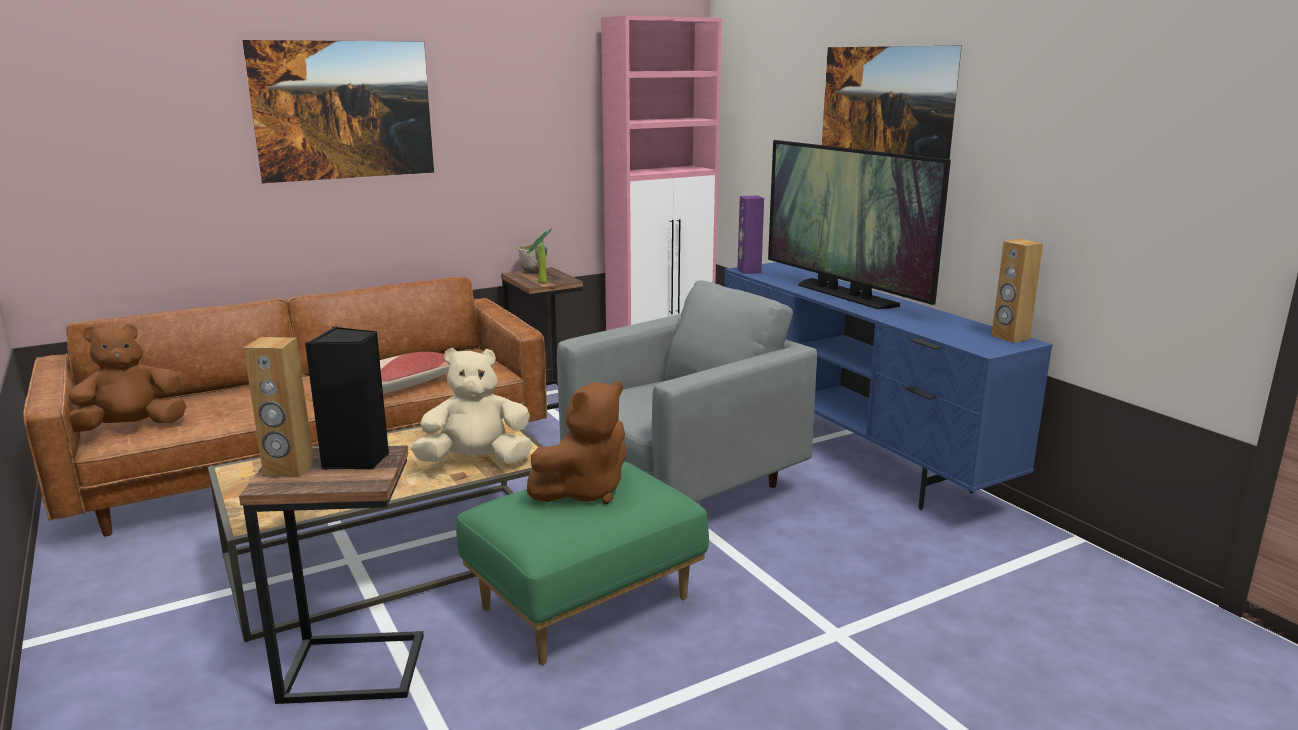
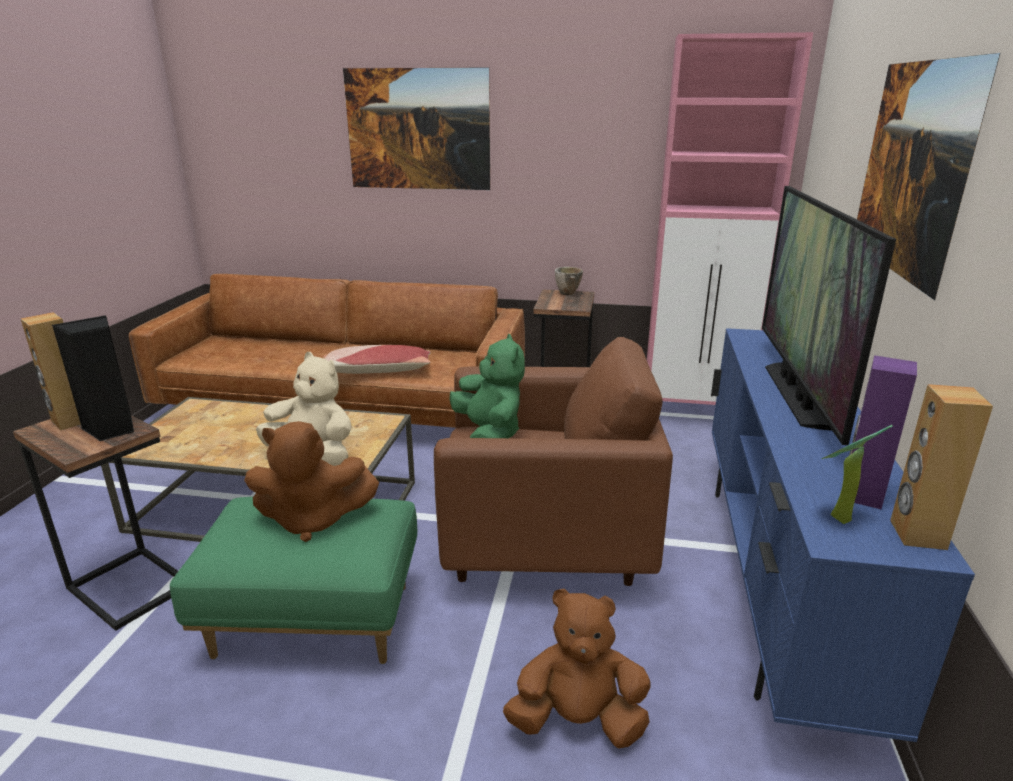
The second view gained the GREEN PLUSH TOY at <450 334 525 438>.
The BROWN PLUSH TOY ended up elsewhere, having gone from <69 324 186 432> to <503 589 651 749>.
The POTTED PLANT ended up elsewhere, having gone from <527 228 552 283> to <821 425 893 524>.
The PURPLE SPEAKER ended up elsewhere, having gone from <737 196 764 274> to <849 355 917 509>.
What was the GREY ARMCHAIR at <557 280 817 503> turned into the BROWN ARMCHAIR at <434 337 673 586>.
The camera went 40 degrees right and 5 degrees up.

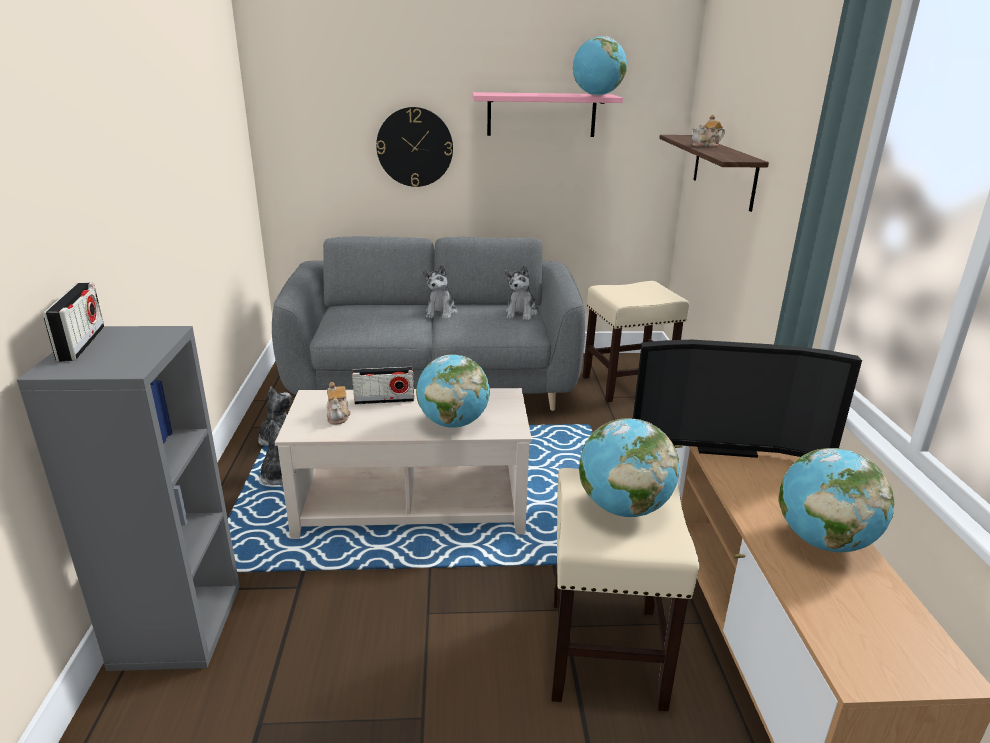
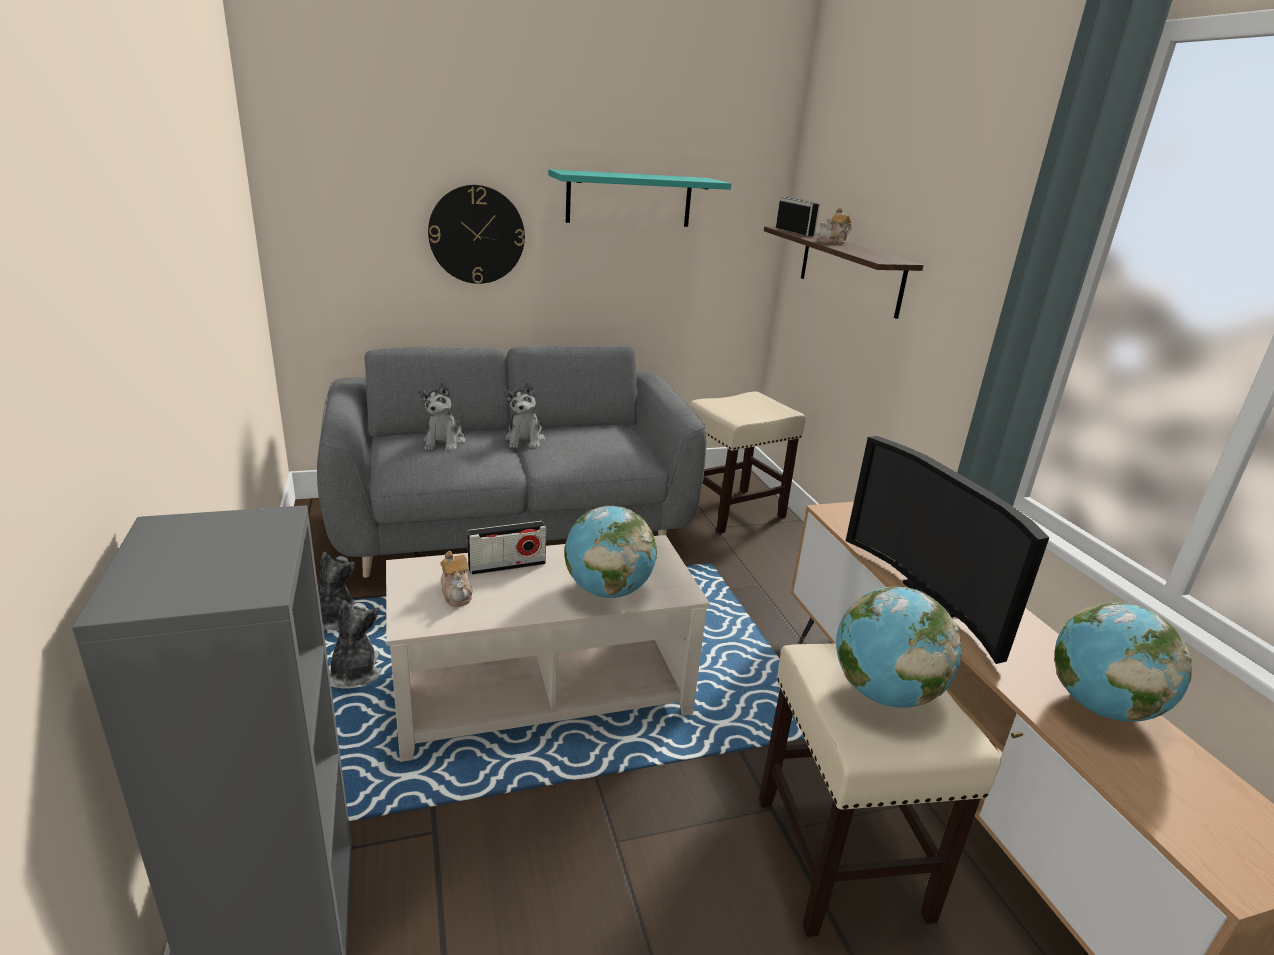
The second view lost the GLOBE at <573 36 627 96>.
The RADIO ended up elsewhere, having gone from <43 283 104 362> to <776 197 820 236>.
The PLUSH TOY ended up elsewhere, having gone from <505 265 538 320> to <418 382 465 451>.
What was the PINK SHELF at <472 92 623 137> turned into the TURQUOISE SHELF at <548 169 731 227>.
The TELEVISION at <633 340 862 458> ended up facing another way, 75 degrees clockwise from before.
The camera went 15 degrees left and 0 degrees up.

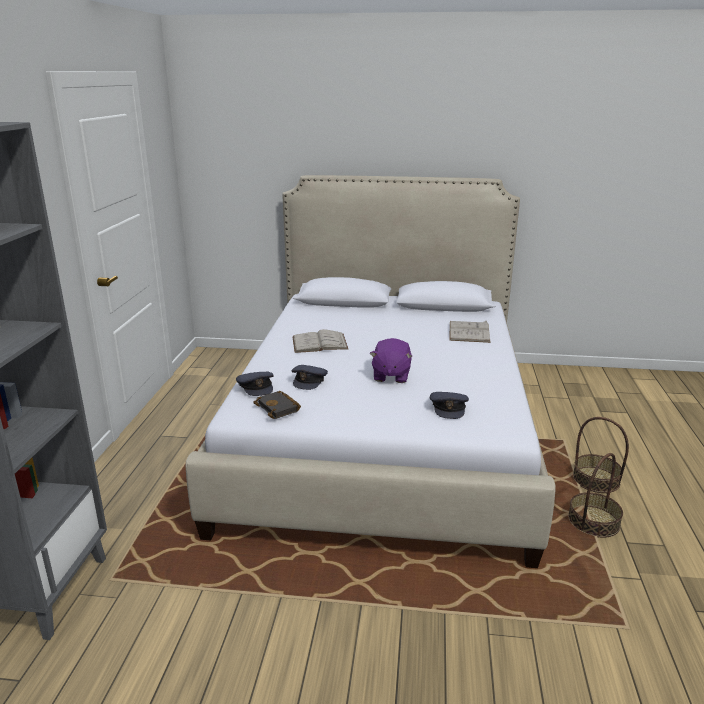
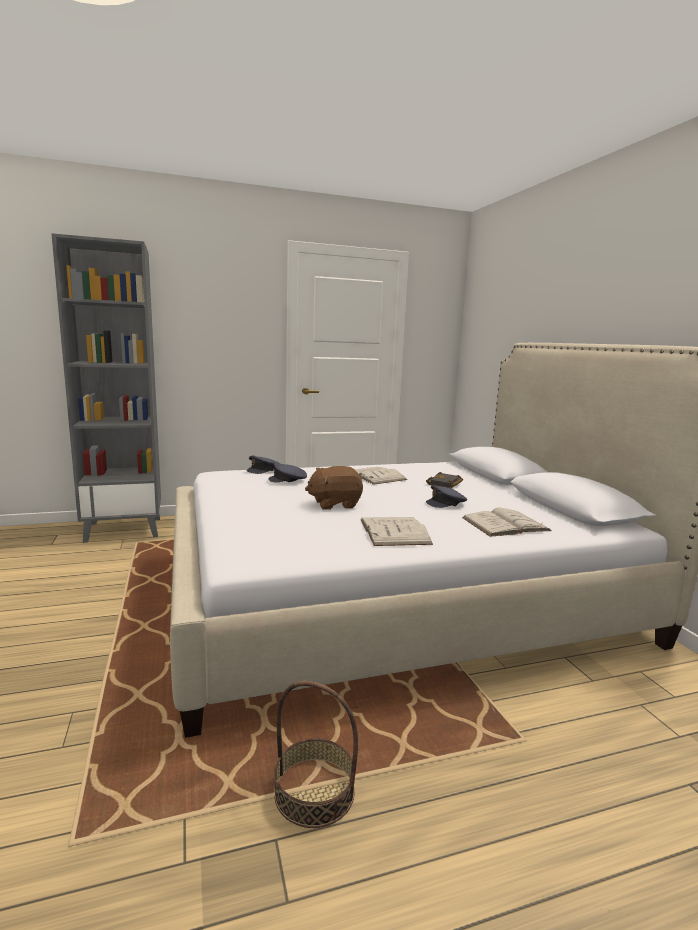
The second view lost the BASKET at <573 417 629 493>.
The second view gained the WHITE BOOK at <361 517 433 546>.
The BLACK BOOK ended up elsewhere, having gone from <253 391 301 419> to <426 472 463 488>.
The GREY CAP ended up elsewhere, having gone from <430 392 469 419> to <426 485 467 508>.
What was the PURPLE PLUSH TOY at <369 338 412 383> turned into the BROWN PLUSH TOY at <305 466 363 510>.
The camera went 65 degrees right and 10 degrees down.

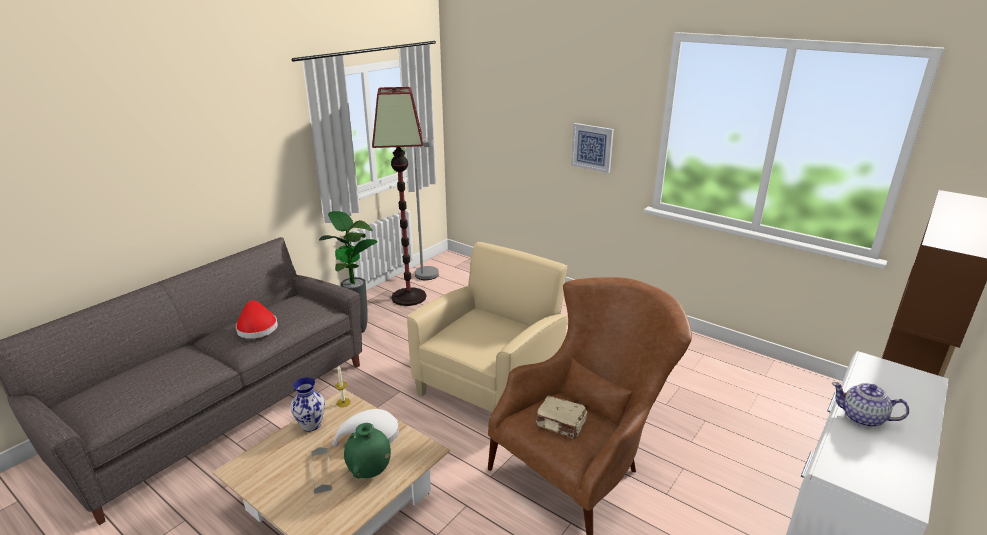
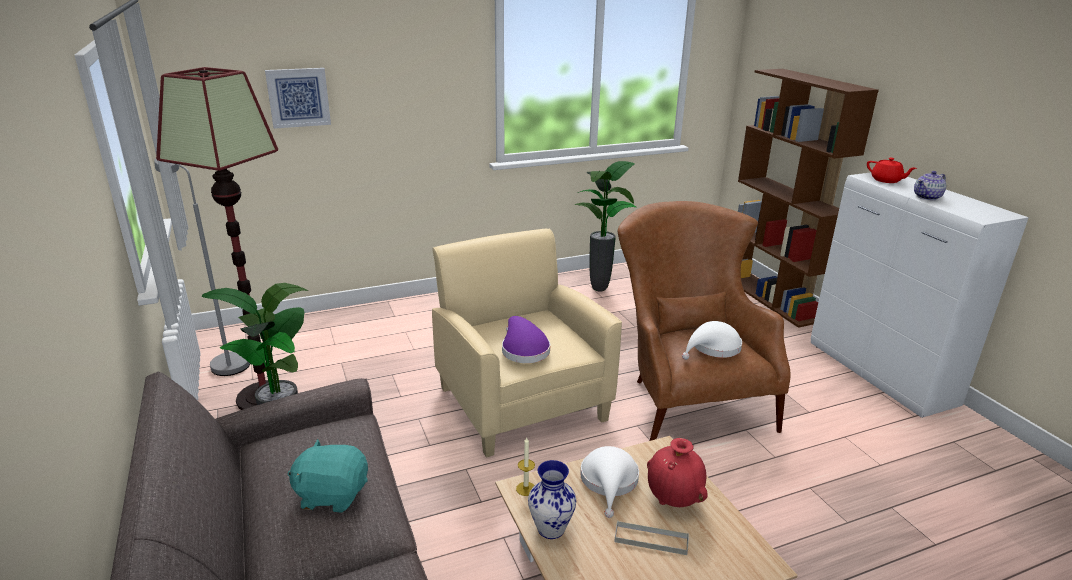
The second view gained the PURPLE HAT at <502 316 550 363>.
The second view gained the POTTED PLANT at <575 161 636 292>.
The second view gained the RED TEAPOT at <867 158 917 183>.
The PICTURE ended up elsewhere, having gone from <571 123 614 173> to <265 68 331 129>.
Where the RED HAT stood at <236 300 278 339>, the TURQUOISE PLUSH TOY came to stand at <287 439 368 513>.
Where the BEIGE BOOK stood at <535 396 587 439>, the WHITE HAT came to stand at <682 321 742 360>.
What was the GREEN VASE at <344 423 391 478> turned into the RED VASE at <647 438 708 507>.
The camera went 60 degrees left and 0 degrees up.

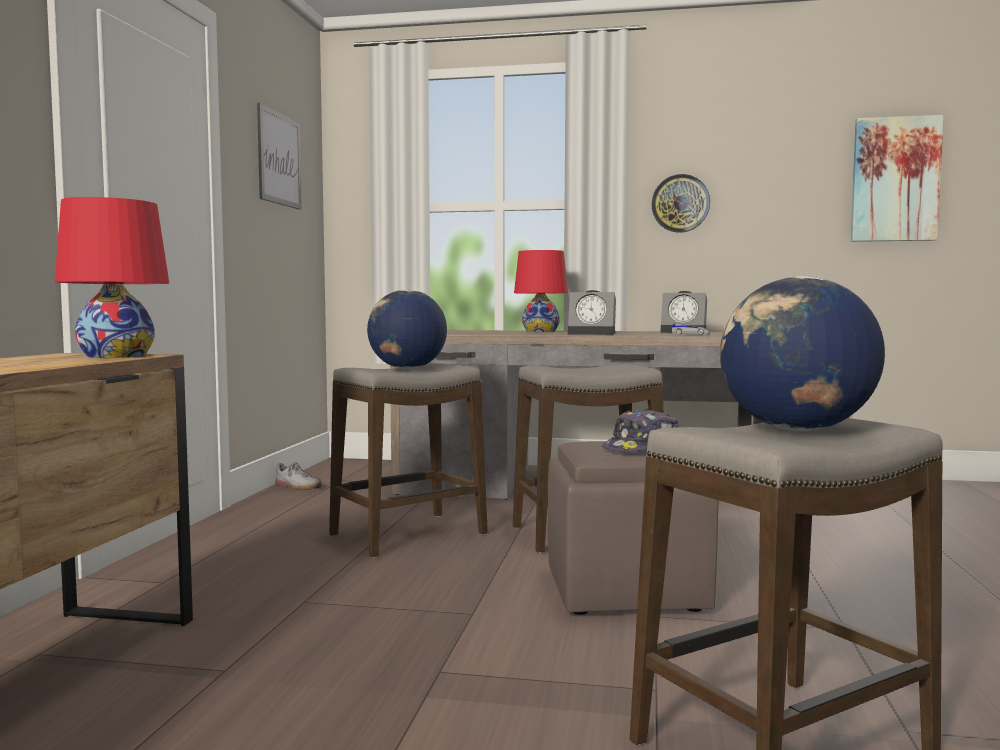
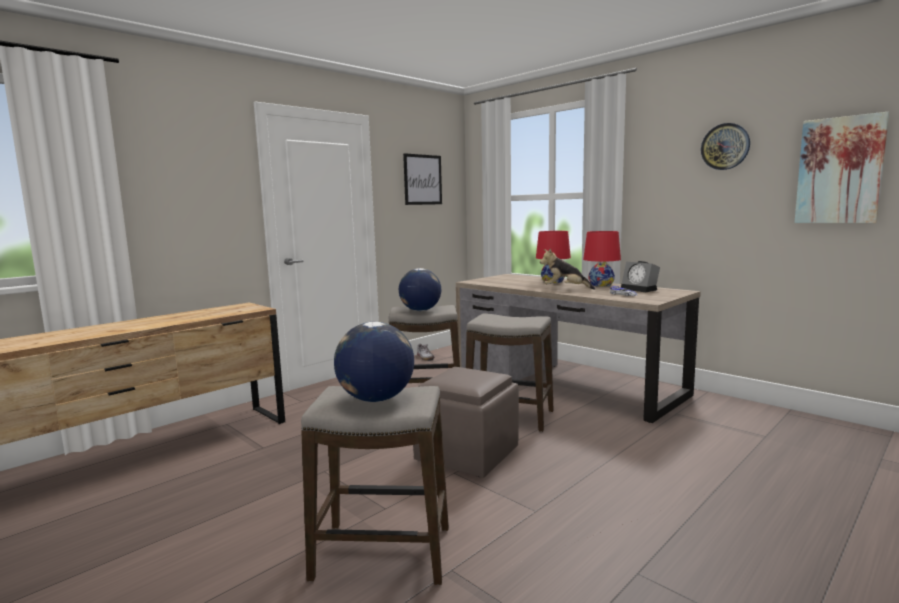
The second view lost the CAP at <602 409 678 452>.
The RED TABLE LAMP ended up elsewhere, having gone from <55 197 169 358> to <583 231 621 286>.
The WALL CLOCK ended up elsewhere, having gone from <652 174 710 233> to <701 123 750 170>.
Where the ALARM CLOCK stood at <568 290 616 335>, the PLUSH TOY came to stand at <540 249 595 290>.
The camera went 35 degrees right and 5 degrees up.

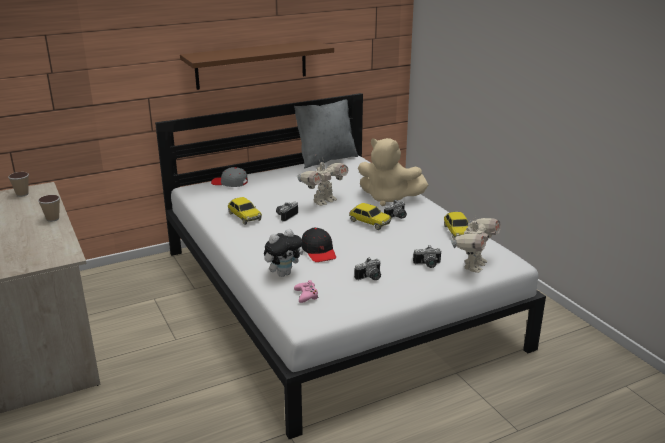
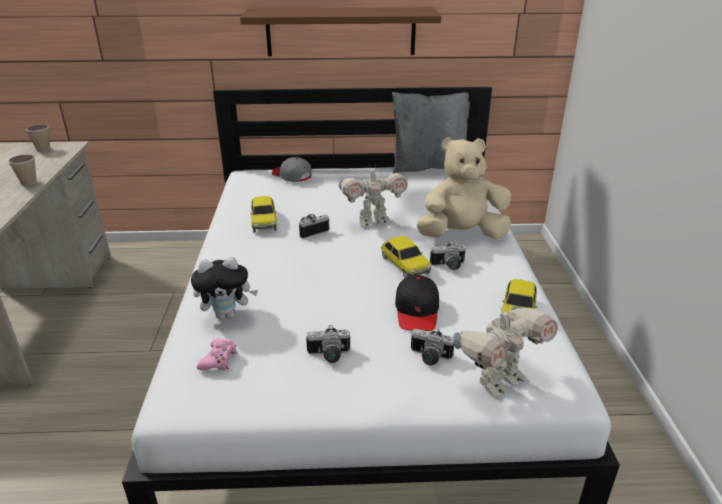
The BLACK CAP ended up elsewhere, having gone from <302 228 336 262> to <395 275 439 331>.
The BEIGE PLUSH TOY at <358 138 428 206> ended up facing another way, 120 degrees clockwise from before.
The camera went 25 degrees right and 5 degrees up.

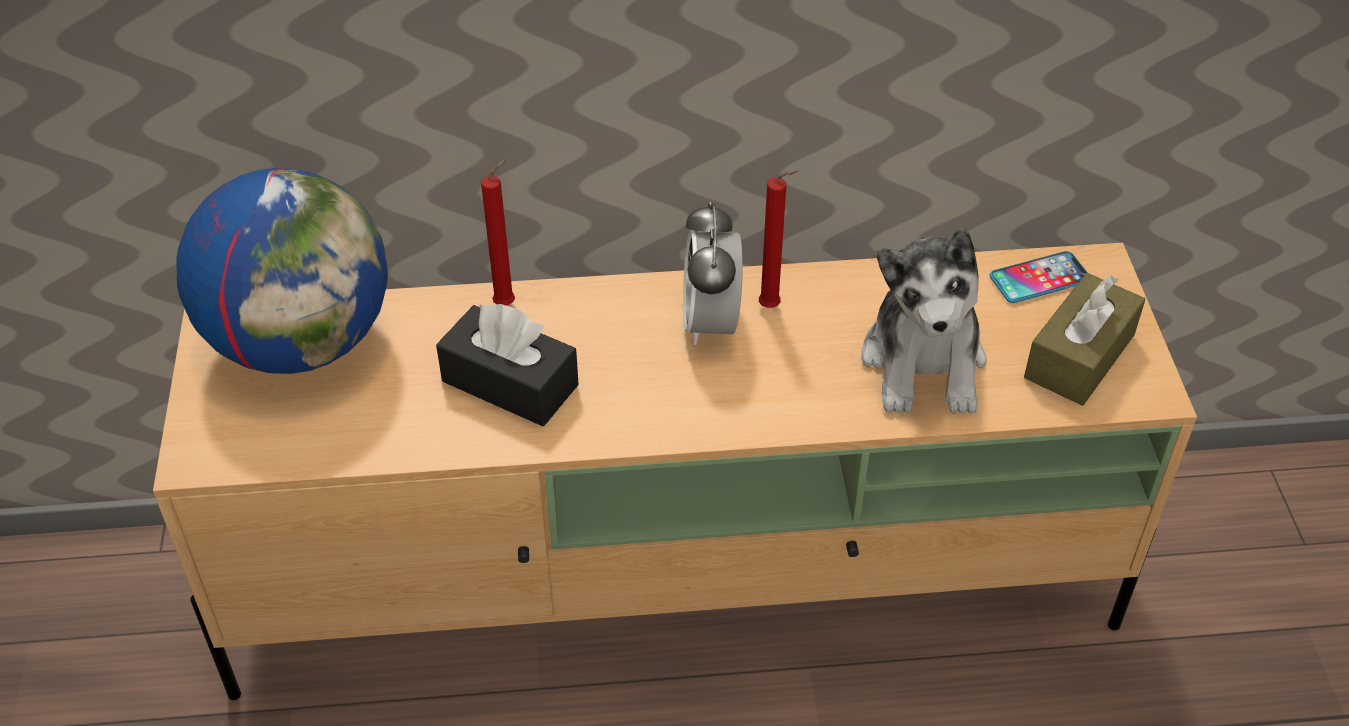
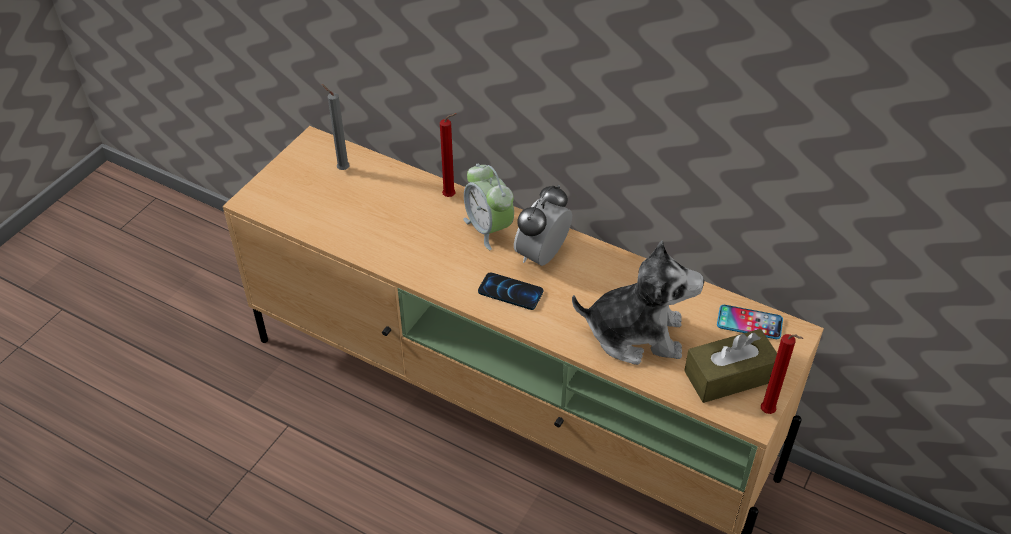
The second view lost the BLACK TISSUE BOX at <436 304 579 426>.
The second view gained the ALARM CLOCK at <463 163 514 250>.
The second view gained the PHONE at <478 273 543 310>.
The RED CANDLE ended up elsewhere, having gone from <759 170 798 308> to <761 334 803 414>.
Where the GLOBE stood at <176 168 388 374>, the GREY CANDLE came to stand at <322 84 350 170>.
The PLUSH TOY at <861 229 986 414> ended up facing another way, 120 degrees counterclockwise from before.
The camera went 35 degrees right and 0 degrees up.

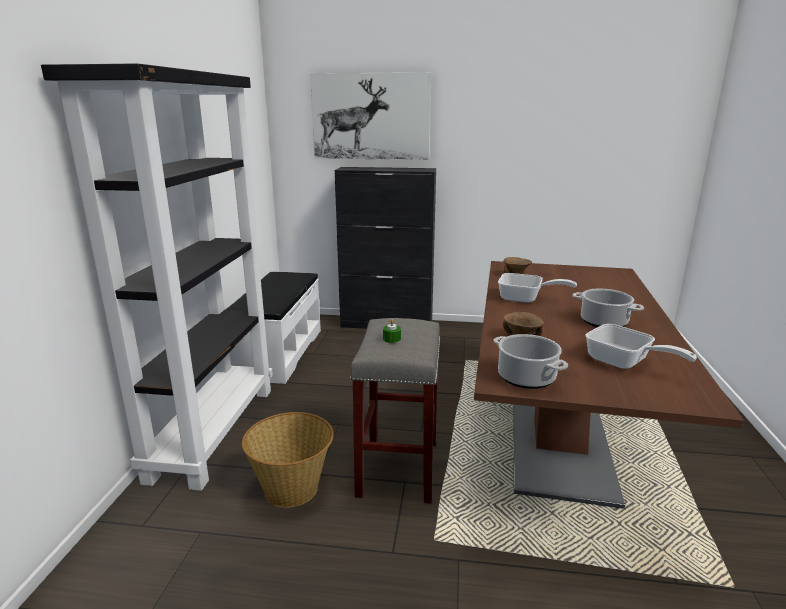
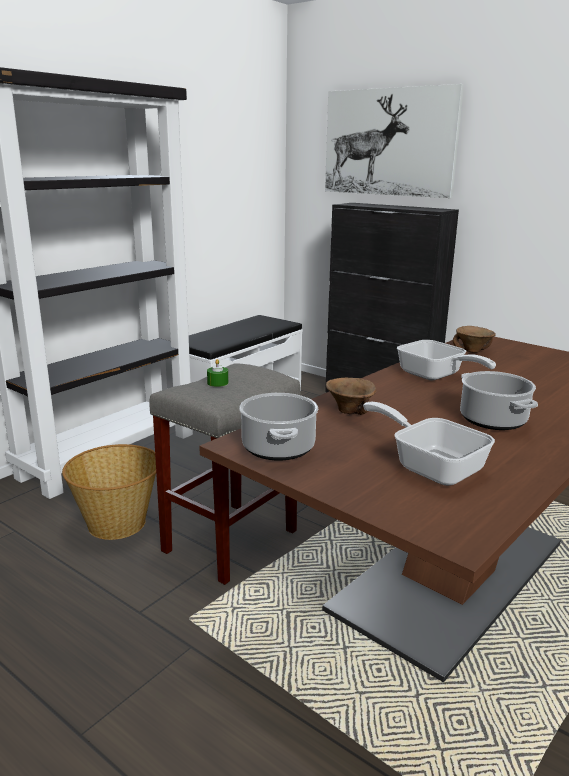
The FRYING PAN at <585 324 697 369> ended up facing another way, 150 degrees clockwise from before.
The camera went 30 degrees right and 0 degrees up.

